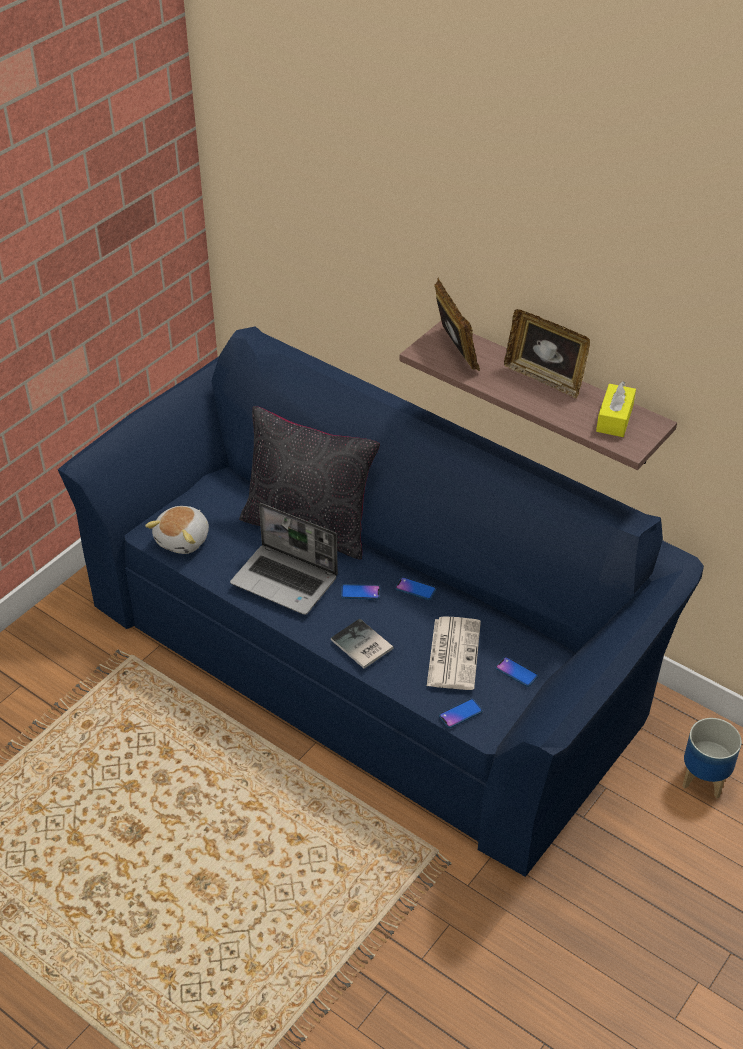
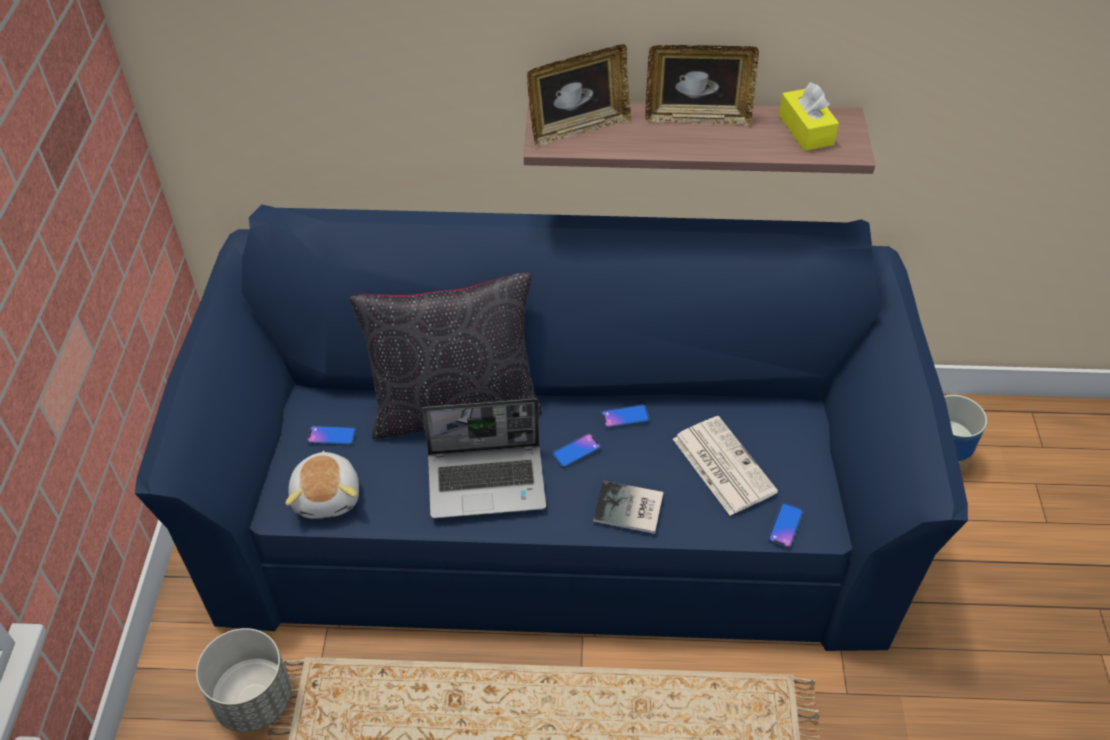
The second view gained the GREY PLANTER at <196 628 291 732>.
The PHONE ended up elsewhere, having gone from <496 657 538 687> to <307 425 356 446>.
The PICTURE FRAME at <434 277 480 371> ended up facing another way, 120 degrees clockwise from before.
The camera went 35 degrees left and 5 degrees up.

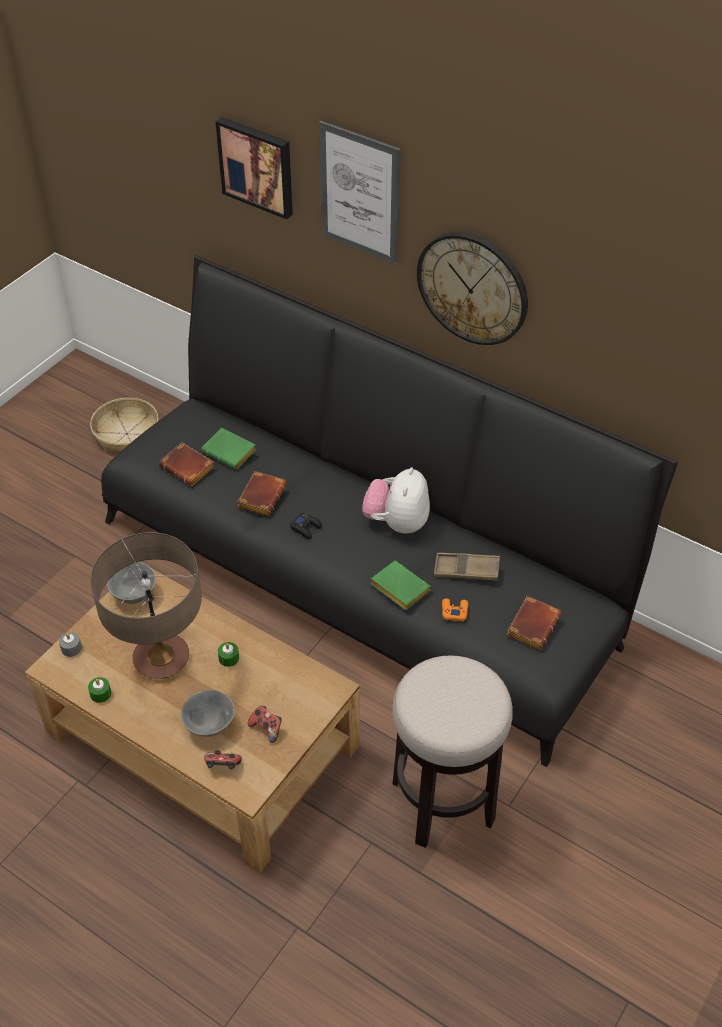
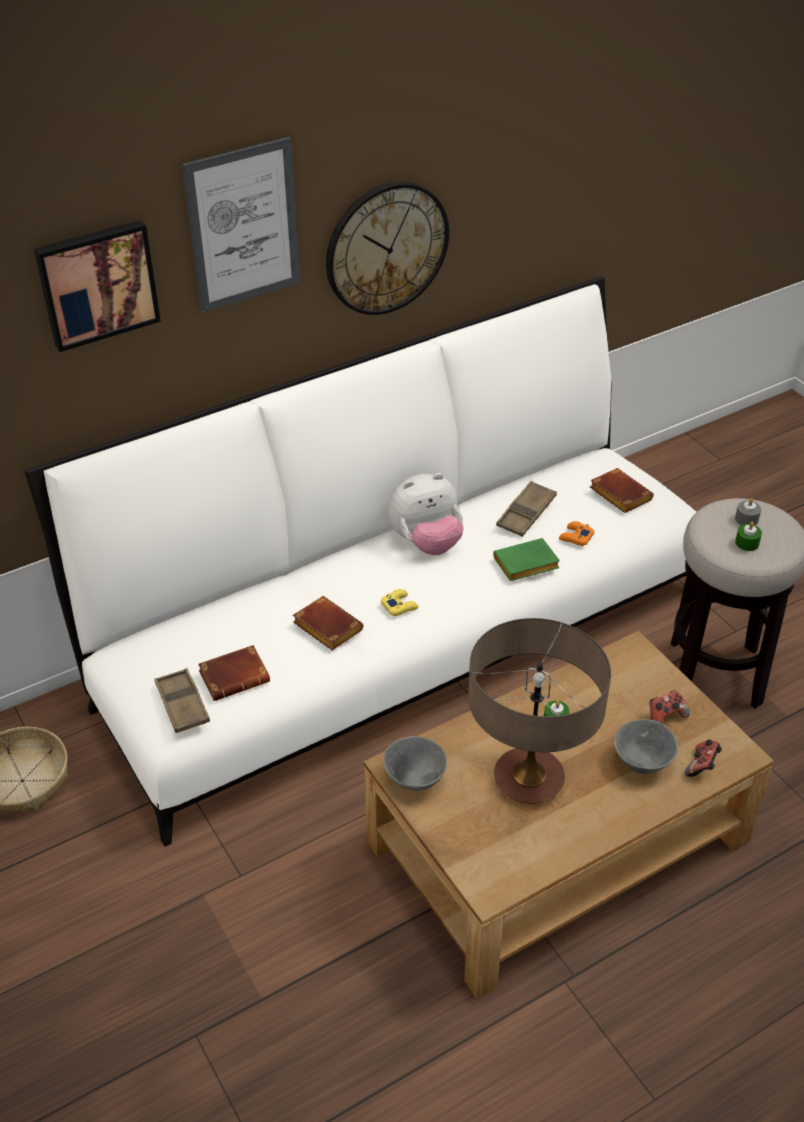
The second view lost the GREEN BOOK at <201 428 257 470>.
The second view gained the BROWN TRAY at <154 668 210 733>.
The GREY CANDLE ended up elsewhere, having gone from <59 632 82 657> to <735 498 761 526>.
The GREEN CANDLE ended up elsewhere, having gone from <88 677 111 703> to <735 522 762 551>.
What was the BLACK SOFA at <101 255 678 767> turned into the WHITE SOFA at <24 276 696 847>.
What was the BLACK GAME CONTROLLER at <290 513 322 539> turned into the YELLOW GAME CONTROLLER at <381 589 418 616>.
The PLUSH TOY at <362 467 430 534> ended up facing another way, 60 degrees counterclockwise from before.
The camera went 65 degrees left and 5 degrees down.

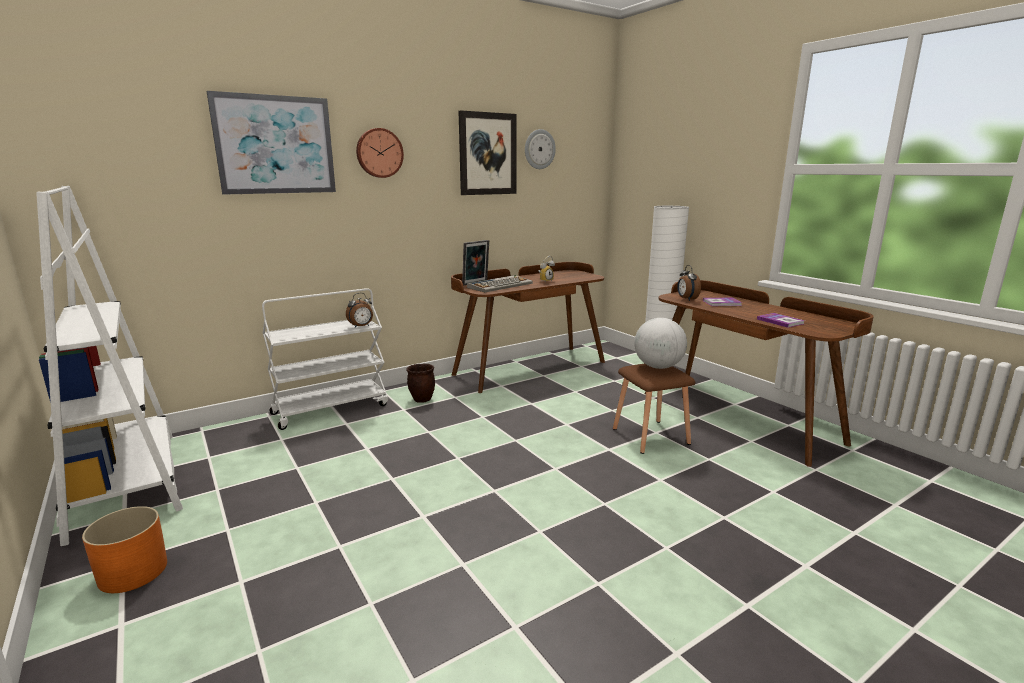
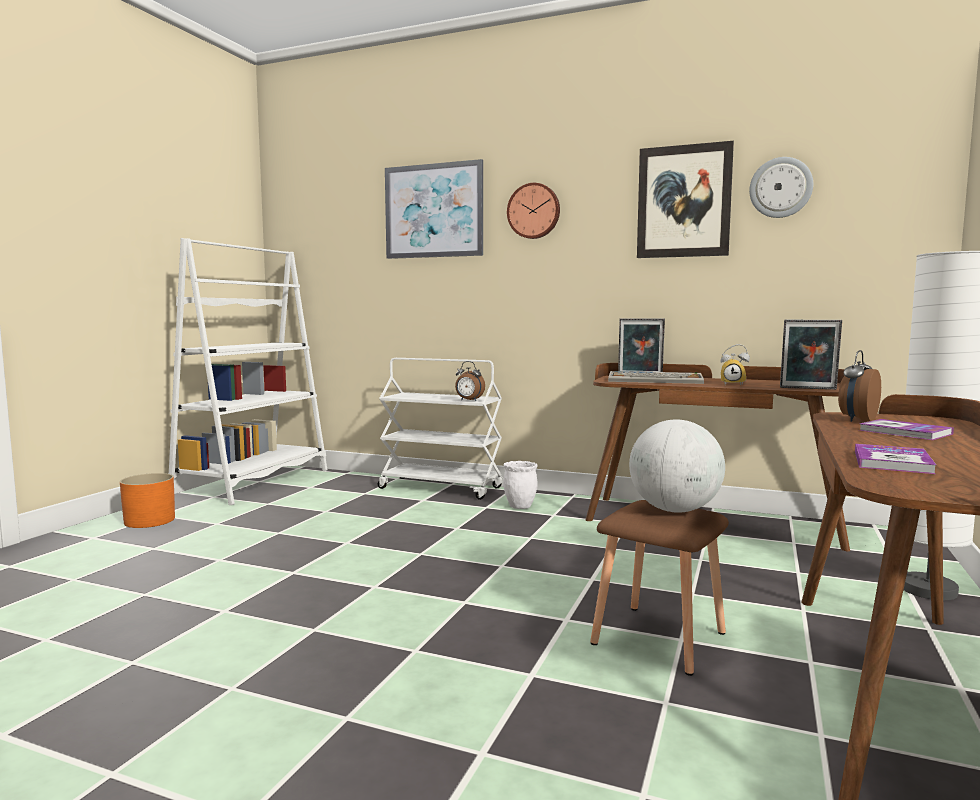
The second view gained the PICTURE FRAME at <780 320 842 390>.
What was the BROWN PLANTER at <406 364 435 403> turned into the WHITE PLANTER at <503 461 538 509>.
The camera went 55 degrees right and 10 degrees down.

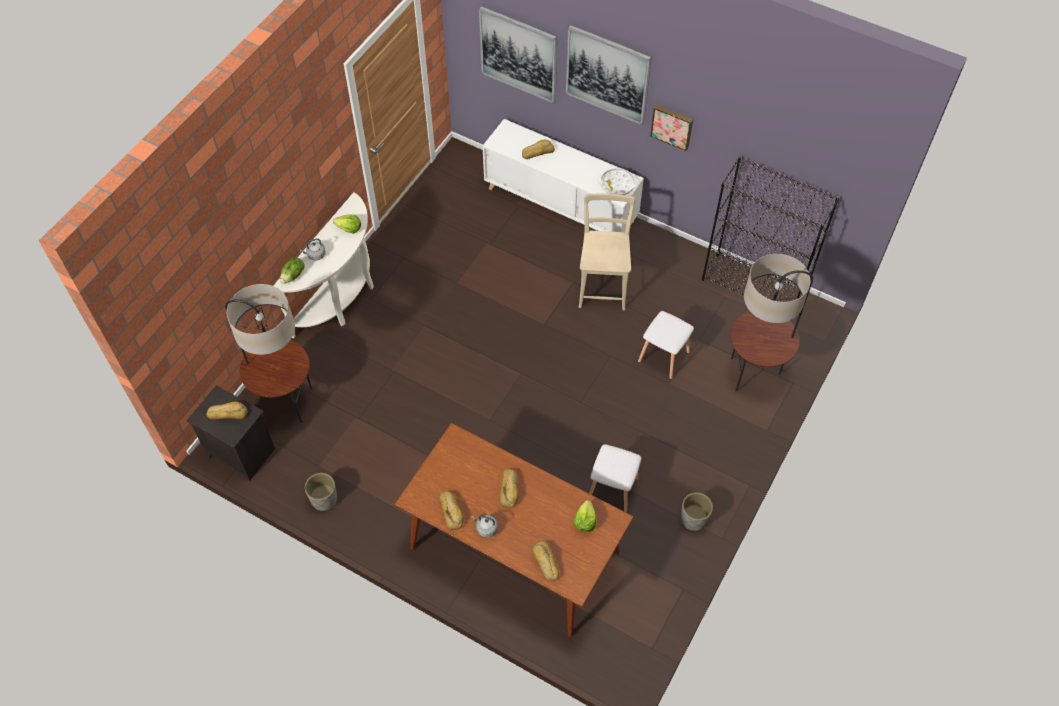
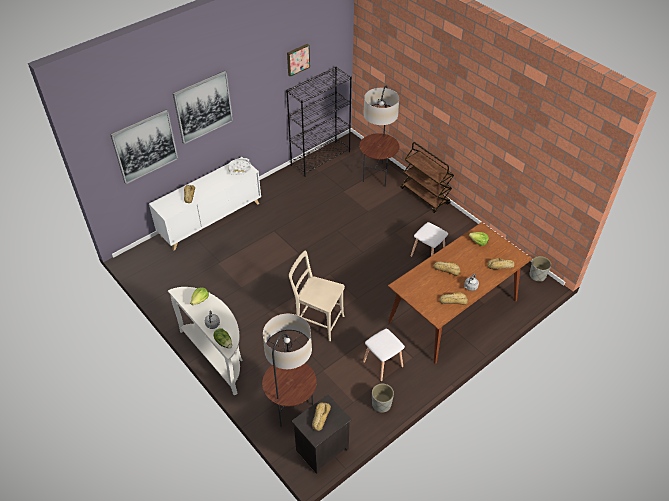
The second view gained the BROWN CART at <401 142 454 213>.
The BEIGE CHAIR ended up elsewhere, having gone from <579 194 635 310> to <289 251 345 341>.
The WHITE STOOL ended up elsewhere, having gone from <638 311 694 379> to <363 329 405 382>.
The PICTURE ended up elsewhere, having gone from <650 105 693 151> to <287 44 310 77>.
The GREY PLANTER ended up elsewhere, having gone from <681 493 713 531> to <530 256 551 282>.
The camera went 70 degrees left and 10 degrees down.

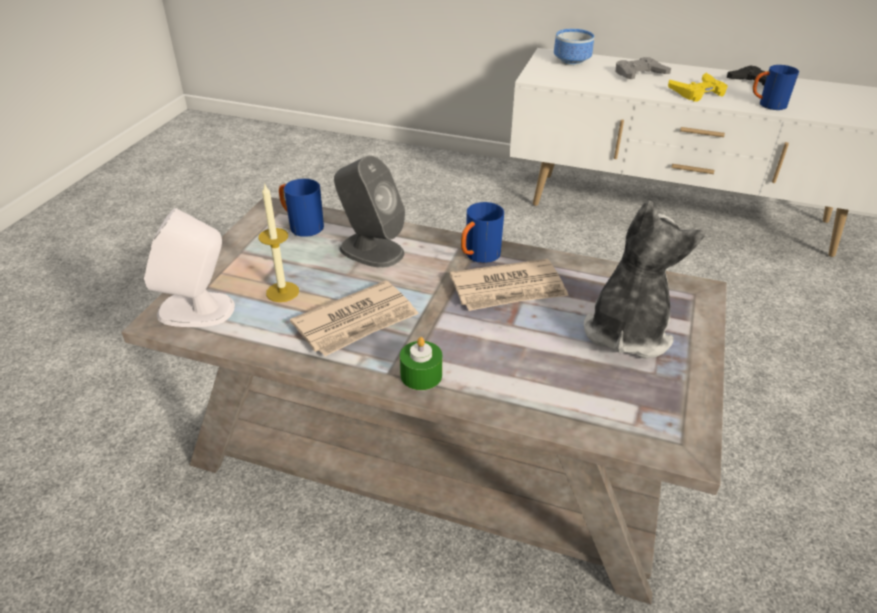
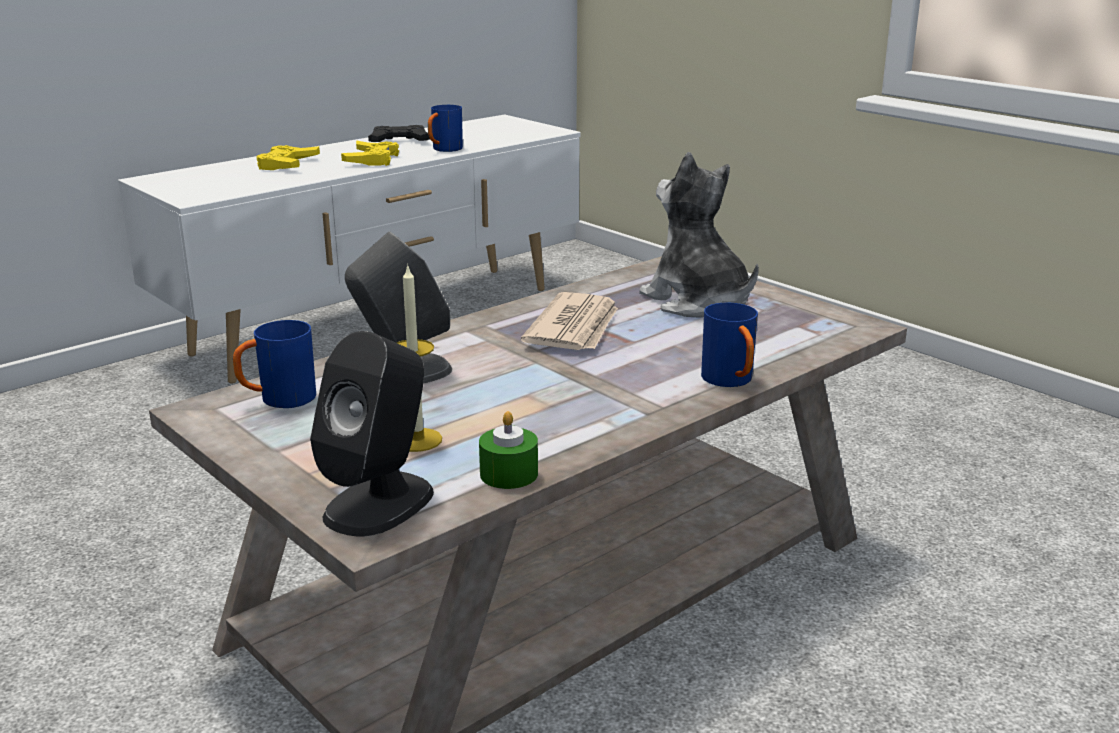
The second view lost the NEWSPAPER at <290 280 419 356>.
The second view lost the BOWL at <554 29 594 66>.
The GREEN CANDLE ended up elsewhere, having gone from <400 337 442 390> to <479 411 538 489>.
The BLUE MUG ended up elsewhere, having gone from <461 202 504 263> to <701 303 758 387>.
What was the WHITE SPEAKER at <143 208 235 327> turned into the BLACK SPEAKER at <310 331 434 536>.
What was the GREY GAME CONTROLLER at <616 57 671 79> turned into the YELLOW GAME CONTROLLER at <256 145 320 170>.
The camera went 60 degrees left and 15 degrees down.

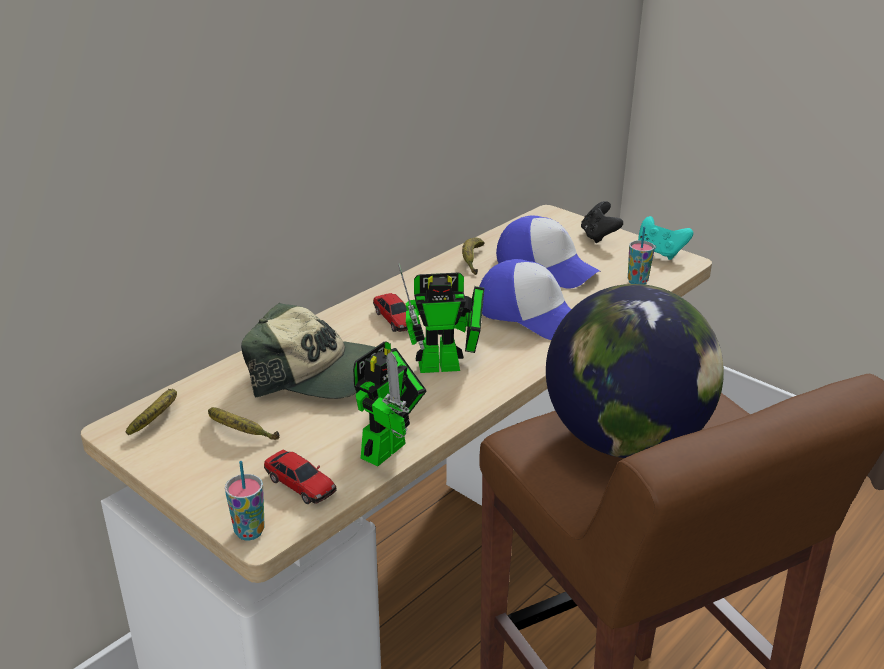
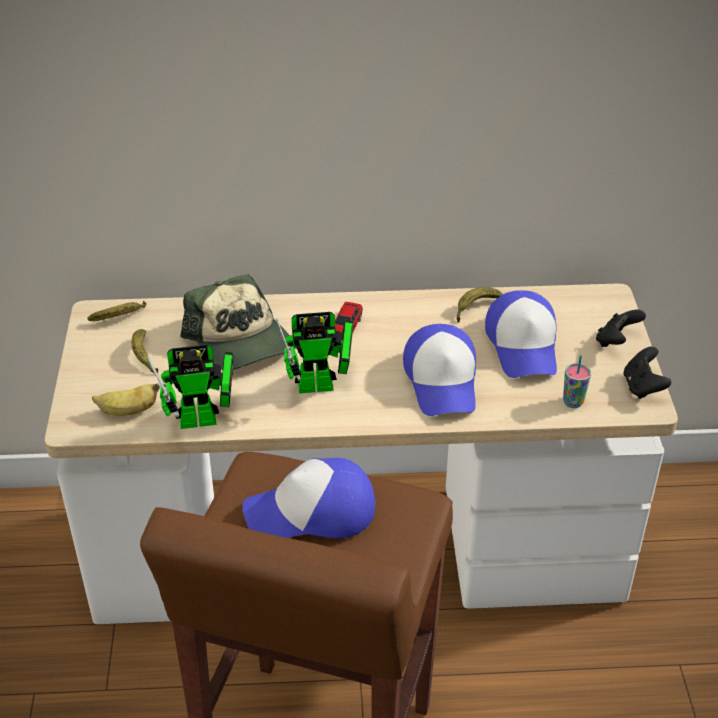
The second view lost the CUP at <225 461 265 540>.
Where the TOY CAR stood at <264 450 337 504>, the BANANA came to stand at <92 383 160 416>.
Where the GLOBE stood at <546 284 724 458>, the CAP came to stand at <242 458 375 539>.
What was the TURQUOISE GAME CONTROLLER at <638 216 693 260> turned into the BLACK GAME CONTROLLER at <624 347 671 399>.
The TOY ROBOT at <398 263 484 373> ended up facing another way, 45 degrees counterclockwise from before.
The camera went 45 degrees right and 10 degrees up.

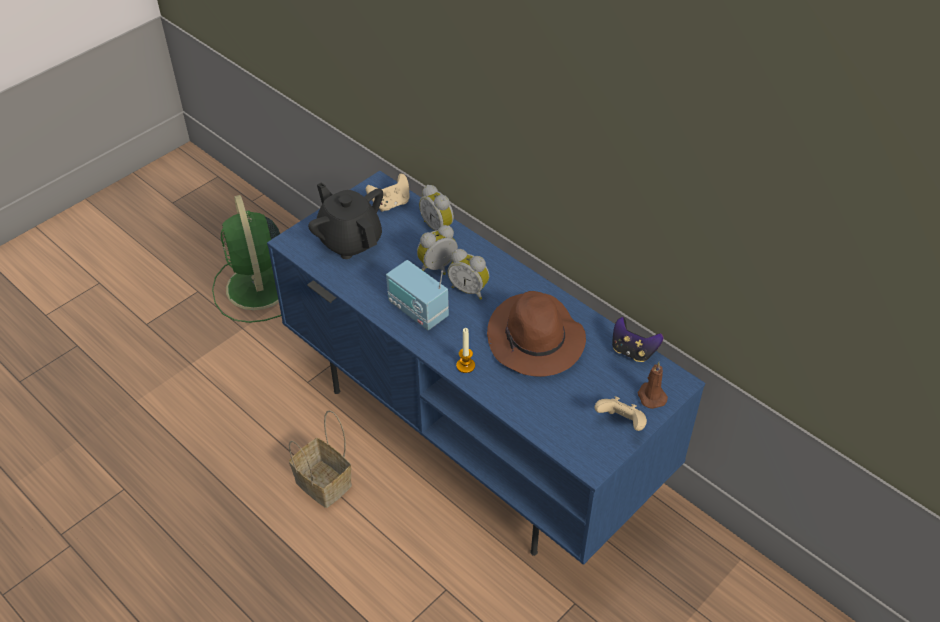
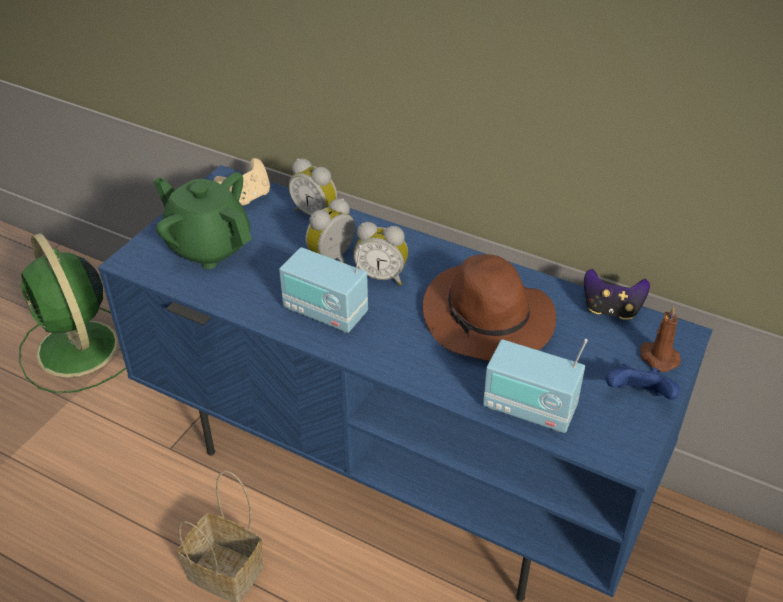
The second view lost the CANDLE at <456 328 475 373>.
The second view gained the RADIO at <483 339 588 433>.
What was the BLACK TEAPOT at <308 182 383 259> turned into the GREEN TEAPOT at <153 172 252 269>.
What was the BEIGE GAME CONTROLLER at <595 396 647 431> turned into the BLUE GAME CONTROLLER at <606 363 680 400>.
The camera went 15 degrees left and 5 degrees down.

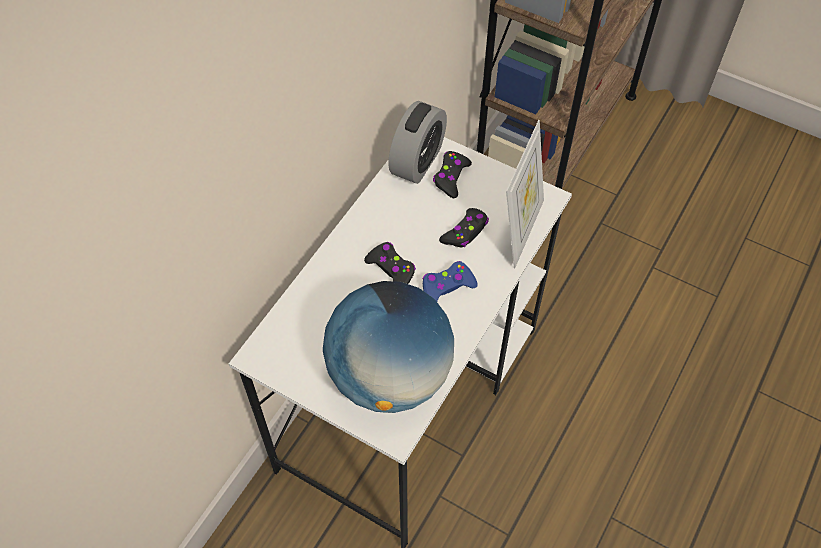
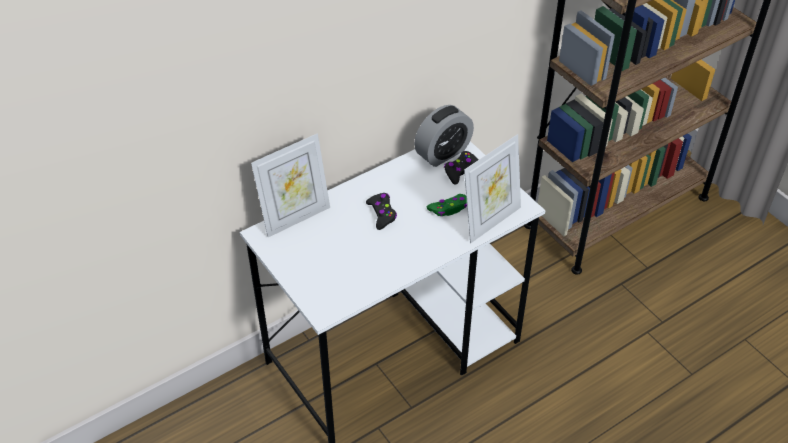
The second view lost the GLOBE at <323 281 454 413>.
The second view lost the BLUE GAME CONTROLLER at <422 261 478 301>.
The second view gained the PICTURE FRAME at <251 133 330 237>.
What was the BLACK GAME CONTROLLER at <439 208 489 247> turned into the GREEN GAME CONTROLLER at <427 194 467 216>.
The camera went 25 degrees right and 10 degrees down.

